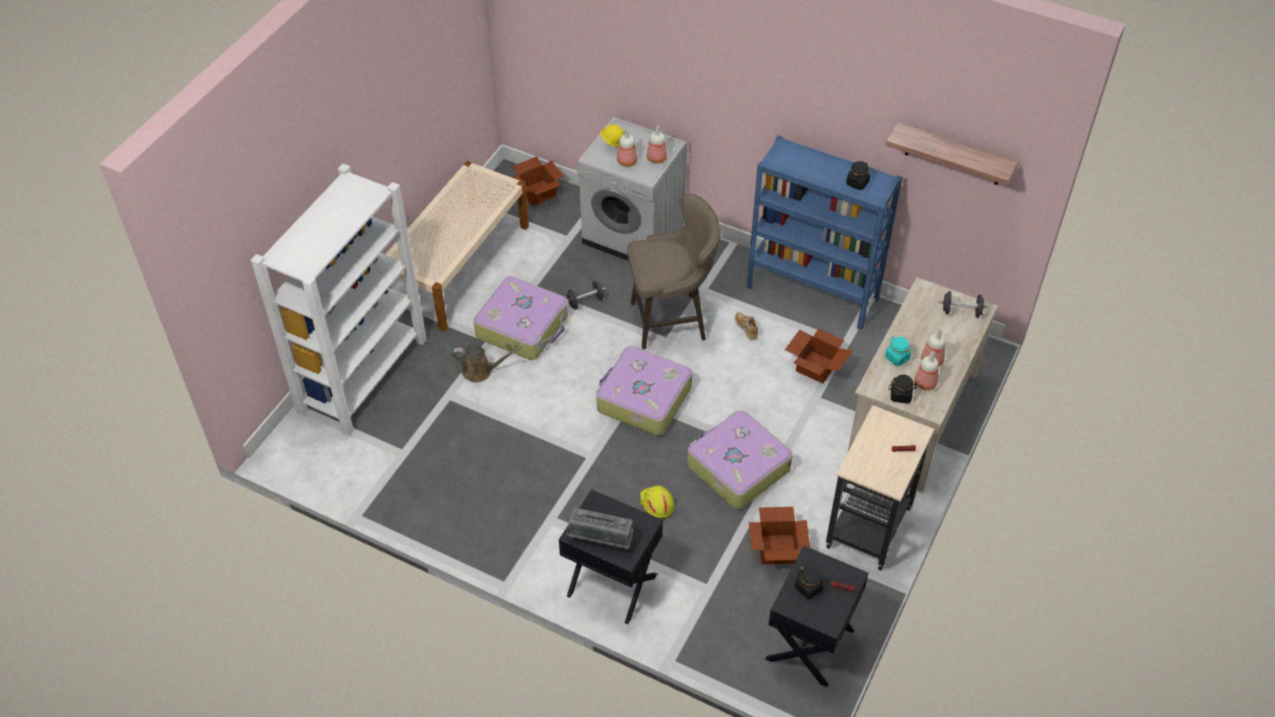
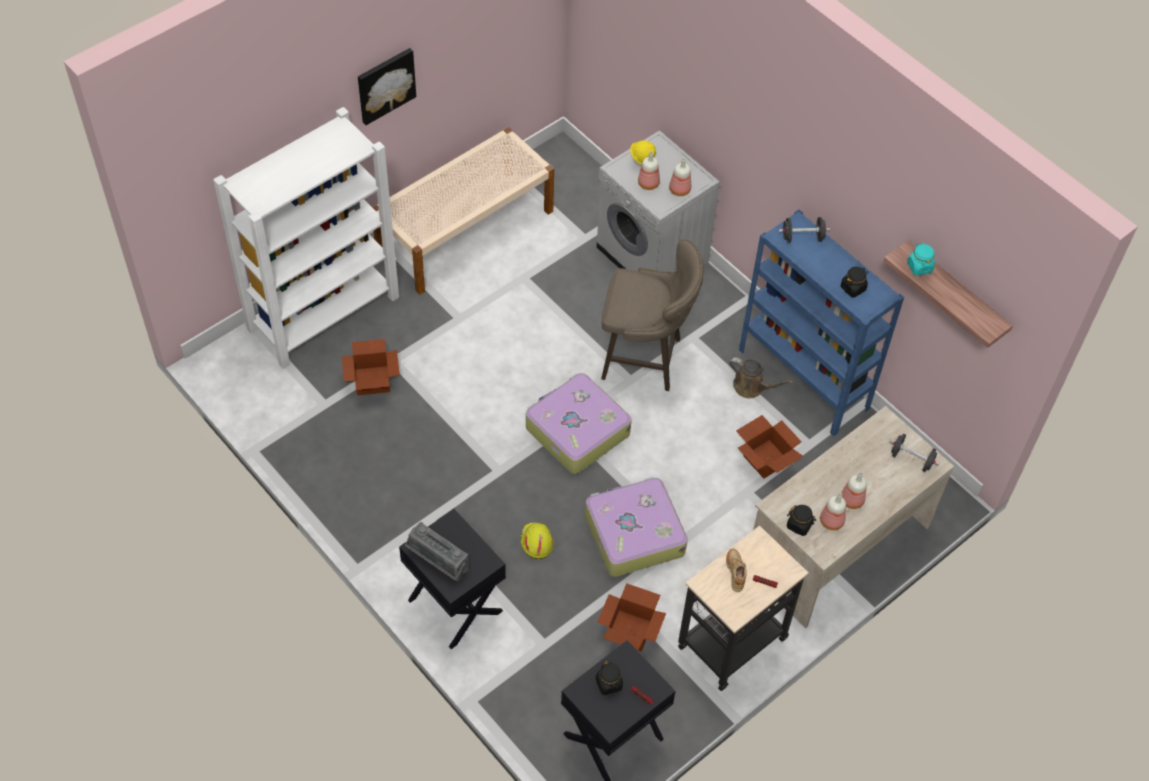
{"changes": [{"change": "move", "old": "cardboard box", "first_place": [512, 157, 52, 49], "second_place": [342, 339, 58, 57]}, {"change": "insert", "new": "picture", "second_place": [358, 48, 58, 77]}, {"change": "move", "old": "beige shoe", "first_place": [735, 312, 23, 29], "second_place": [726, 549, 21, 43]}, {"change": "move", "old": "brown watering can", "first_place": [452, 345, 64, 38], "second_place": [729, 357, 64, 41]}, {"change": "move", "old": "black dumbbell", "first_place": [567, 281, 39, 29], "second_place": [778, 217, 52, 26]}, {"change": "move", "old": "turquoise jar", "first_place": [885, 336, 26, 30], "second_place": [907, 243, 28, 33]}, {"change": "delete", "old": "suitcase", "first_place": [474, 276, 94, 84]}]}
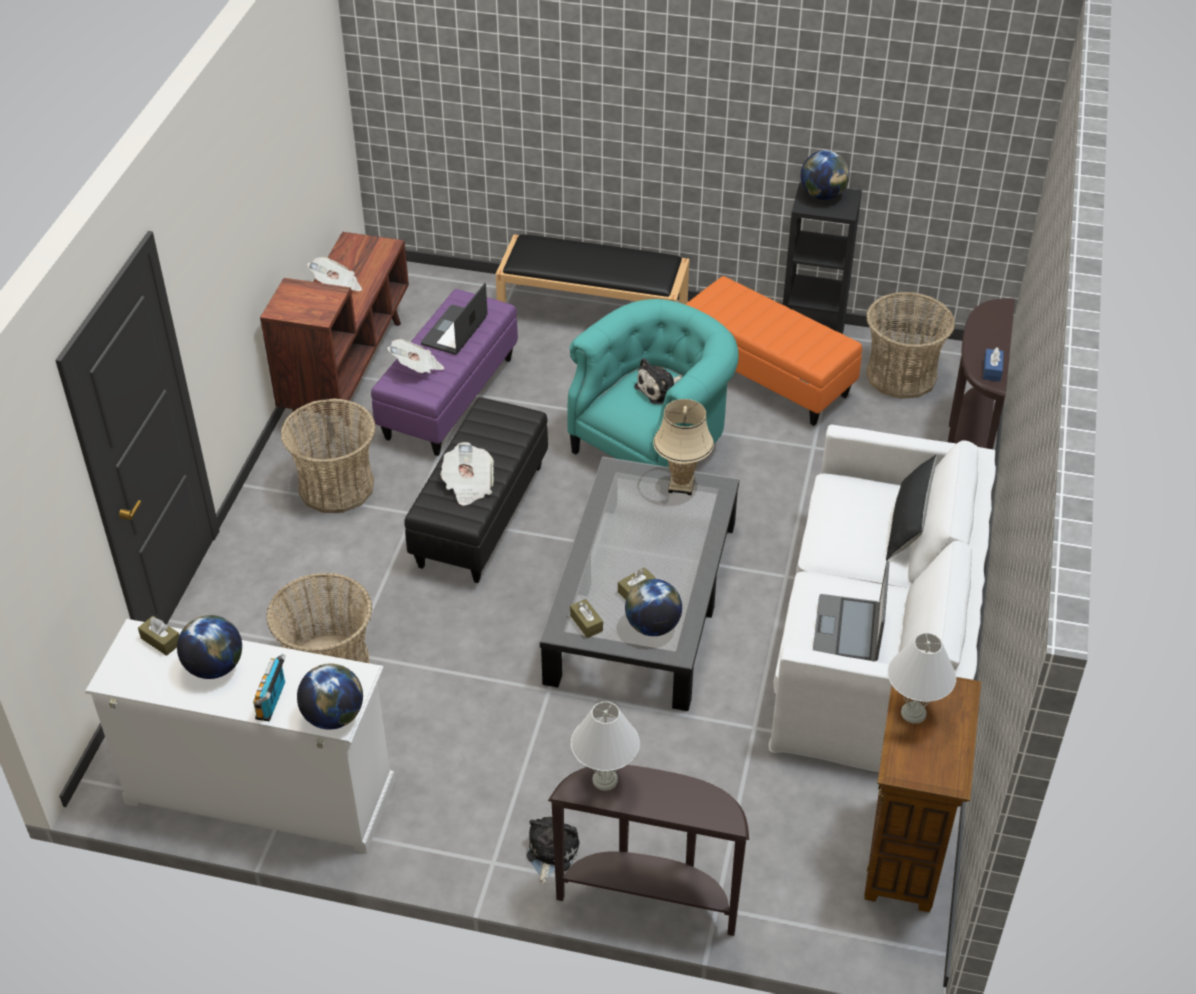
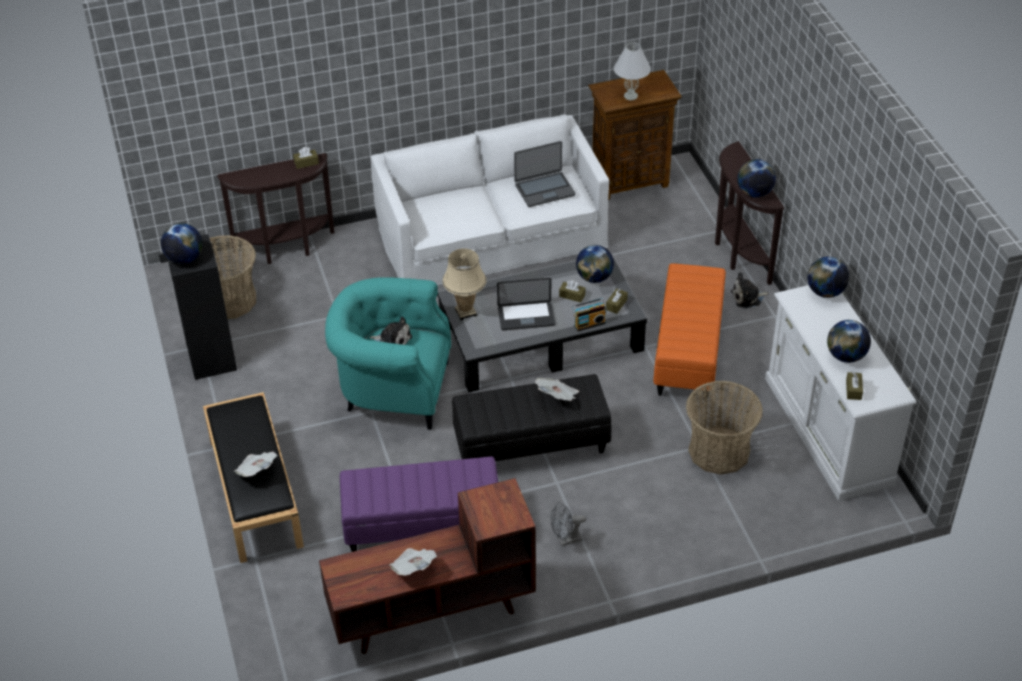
{"changes": [{"change": "move", "old": "newspaper", "first_place": [387, 339, 57, 34], "second_place": [234, 452, 43, 25]}, {"change": "recolor", "old": "blue tissue box", "new": "brown tissue box", "first_place": [983, 347, 21, 34], "second_place": [293, 147, 26, 22]}, {"change": "move", "old": "laptop", "first_place": [421, 283, 67, 72], "second_place": [497, 278, 58, 52]}, {"change": "replace", "old": "basket", "new": "grey fan", "first_place": [280, 399, 96, 114], "second_place": [551, 502, 35, 44]}, {"change": "move", "old": "radio", "first_place": [253, 654, 33, 67], "second_place": [572, 298, 35, 34]}, {"change": "move", "old": "orange ottoman", "first_place": [685, 276, 177, 150], "second_place": [653, 263, 73, 137]}, {"change": "replace", "old": "white table lamp", "new": "globe", "first_place": [571, 701, 69, 90], "second_place": [737, 159, 39, 39]}, {"change": "delete", "old": "black pillow", "first_place": [886, 455, 51, 106]}]}
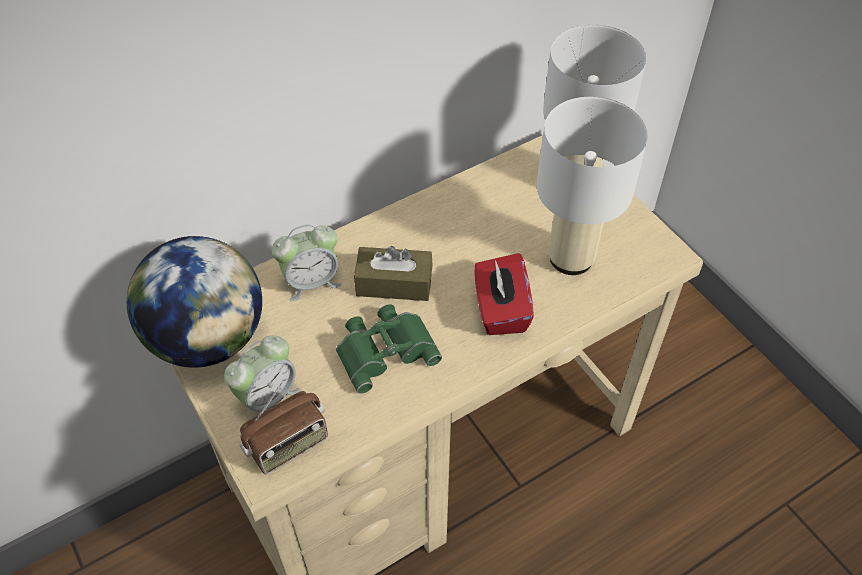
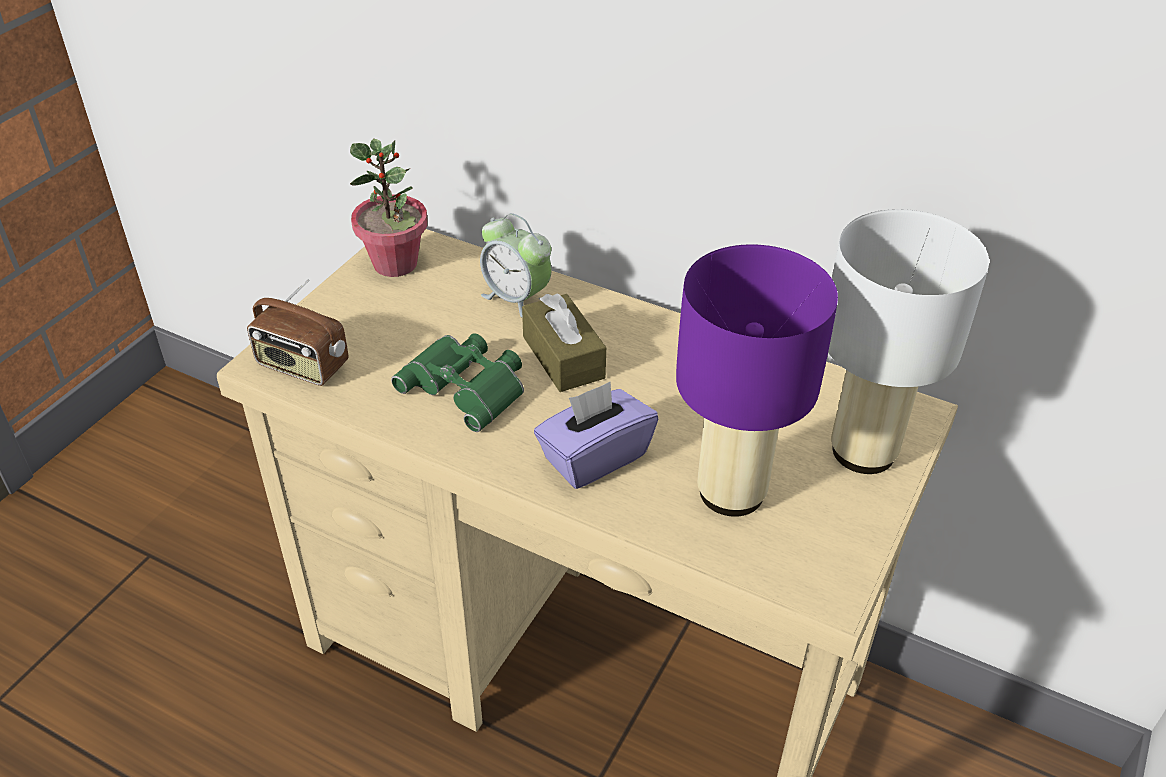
{"changes": [{"change": "replace", "old": "globe", "new": "potted plant", "first_place": [127, 236, 135, 132], "second_place": [350, 139, 78, 138]}, {"change": "recolor", "old": "red tissue box", "new": "purple tissue box", "first_place": [474, 253, 60, 82], "second_place": [534, 382, 124, 107]}, {"change": "recolor", "old": "white table lamp", "new": "purple table lamp", "first_place": [537, 97, 111, 178], "second_place": [676, 244, 162, 273]}, {"change": "delete", "old": "alarm clock", "first_place": [224, 335, 77, 78]}]}
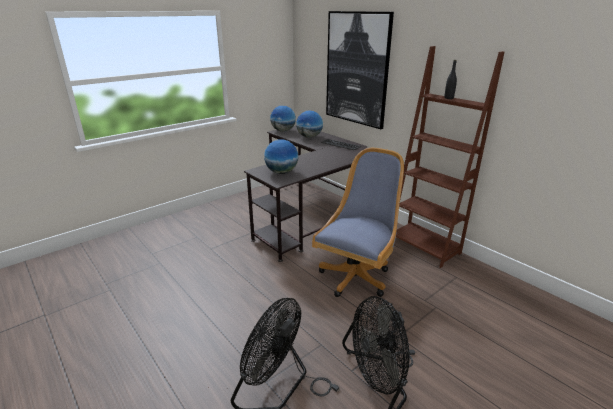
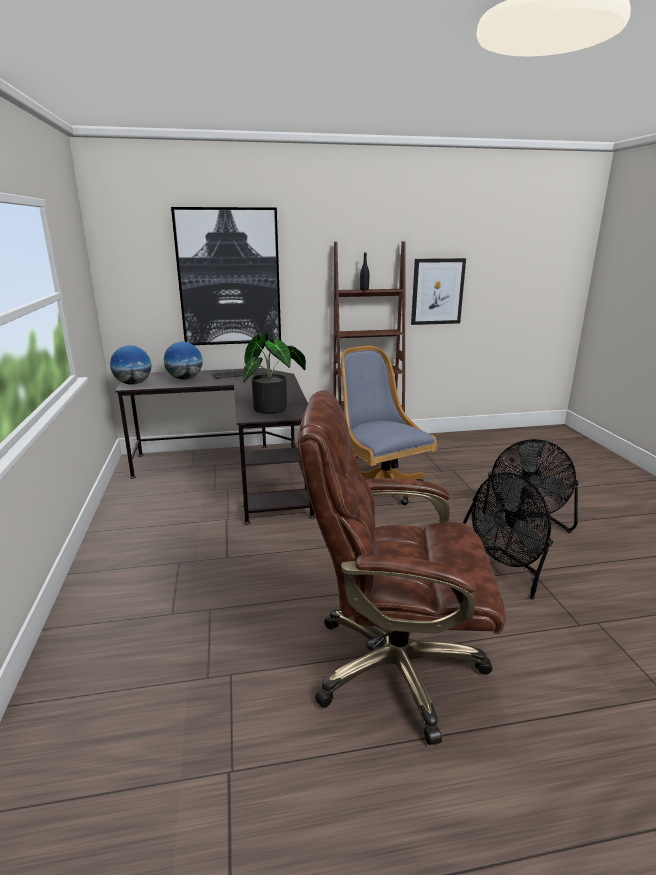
{"changes": [{"change": "replace", "old": "globe", "new": "potted plant", "first_place": [264, 139, 34, 35], "second_place": [243, 333, 63, 81]}, {"change": "insert", "new": "brown office chair", "second_place": [298, 390, 208, 355]}, {"change": "insert", "new": "picture", "second_place": [411, 258, 55, 67]}]}
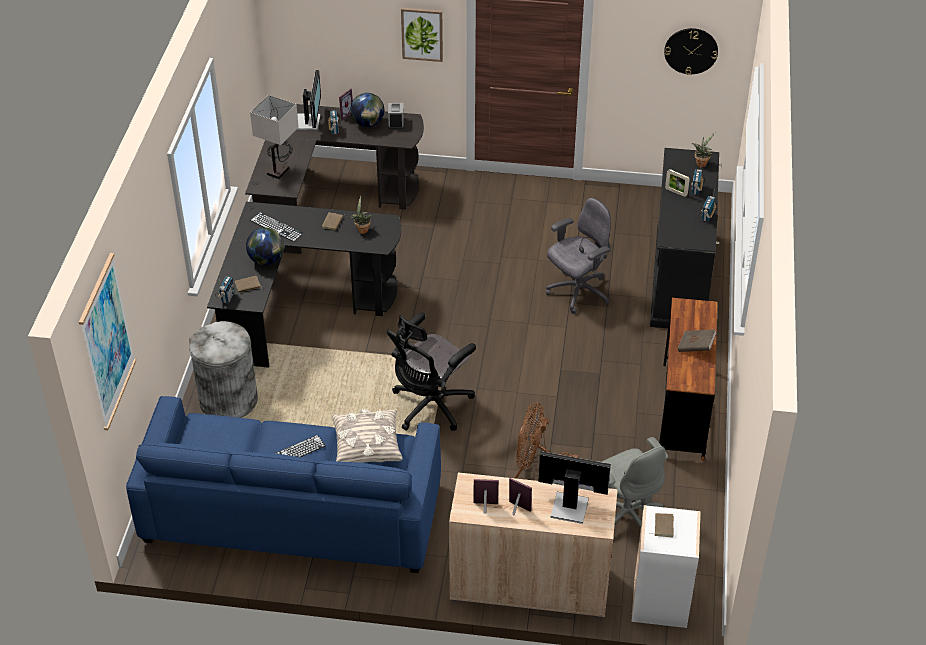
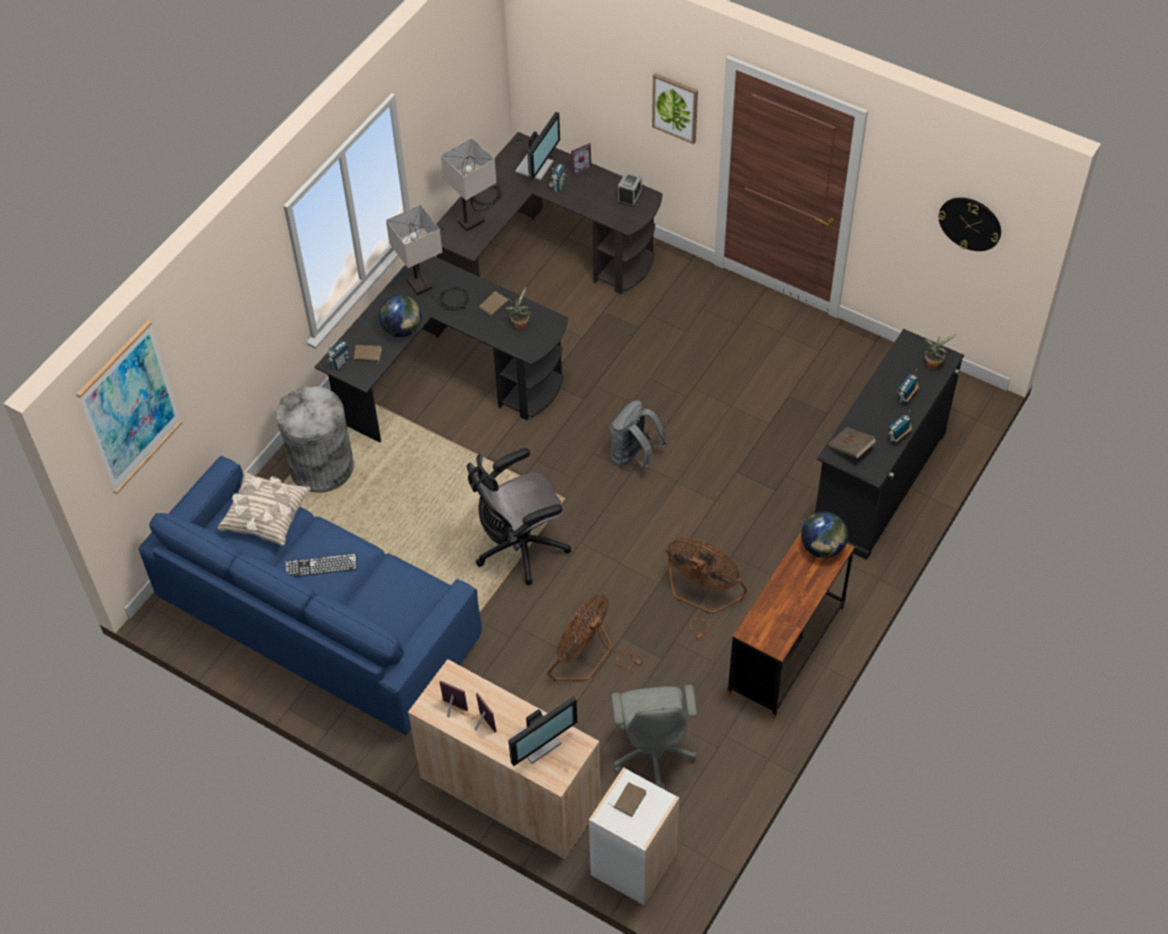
{"changes": [{"change": "move", "old": "beige pillow", "first_place": [331, 408, 72, 55], "second_place": [217, 472, 93, 74]}, {"change": "replace", "old": "keyboard", "new": "table lamp", "first_place": [250, 212, 54, 30], "second_place": [386, 205, 83, 106]}, {"change": "rotate", "old": "monitor", "first_place": [538, 451, 73, 73], "second_place": [508, 696, 69, 70], "degrees": 105}, {"change": "insert", "new": "grey backpack", "second_place": [610, 400, 57, 69]}, {"change": "insert", "new": "brown fan", "second_place": [665, 538, 82, 102]}, {"change": "move", "old": "globe", "first_place": [350, 93, 34, 34], "second_place": [801, 511, 47, 47]}, {"change": "move", "old": "brown book", "first_place": [678, 329, 39, 23], "second_place": [828, 427, 48, 32]}, {"change": "delete", "old": "grey office chair", "first_place": [546, 198, 65, 116]}, {"change": "delete", "old": "picture frame", "first_place": [665, 169, 25, 28]}]}
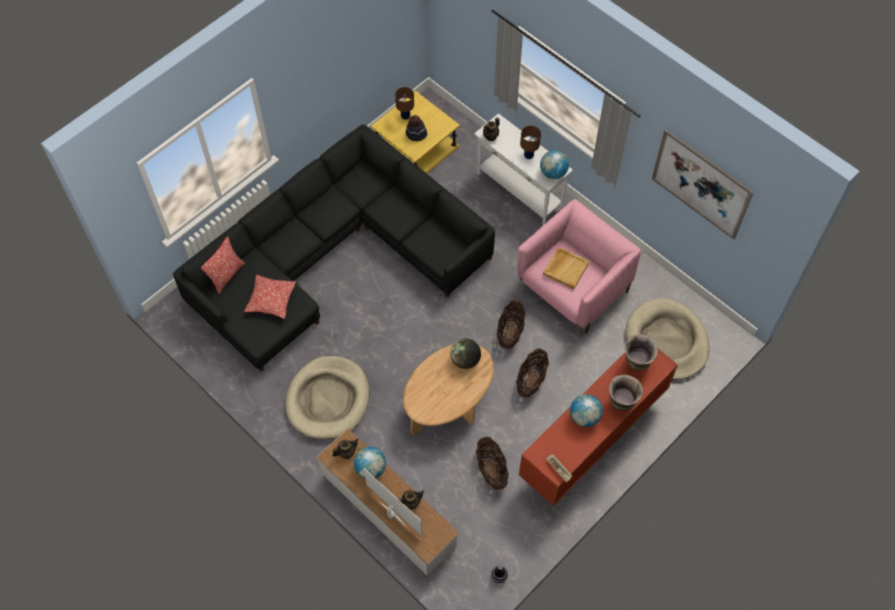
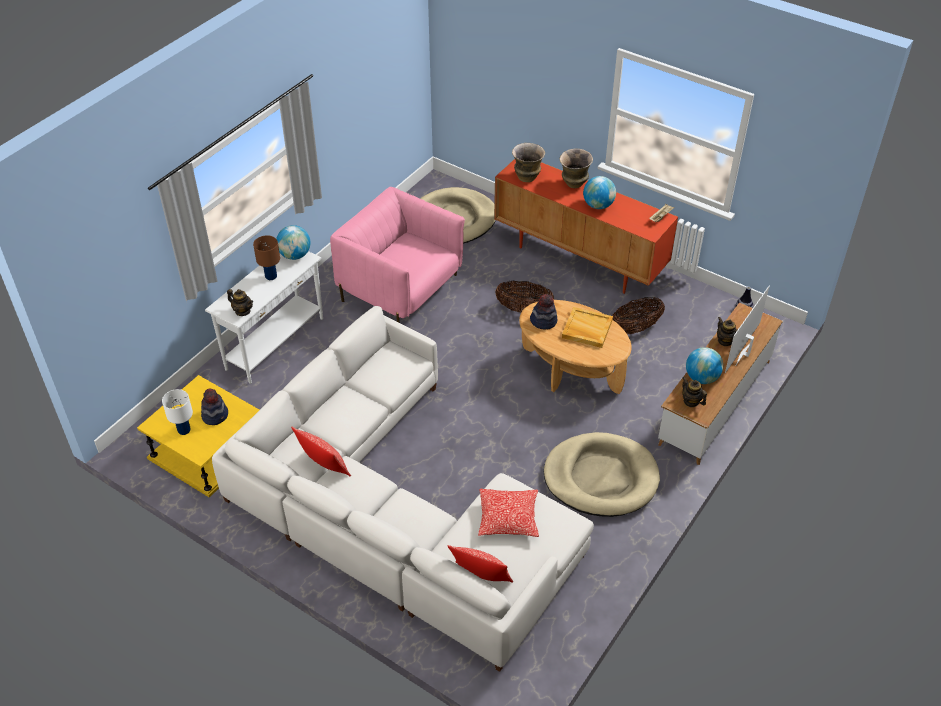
{"changes": [{"change": "recolor", "old": "brown table lamp", "new": "white table lamp", "first_place": [395, 87, 19, 33], "second_place": [162, 389, 31, 46]}, {"change": "recolor", "old": "black sofa", "new": "white sofa", "first_place": [173, 124, 322, 248], "second_place": [212, 306, 382, 366]}, {"change": "insert", "new": "pillow", "second_place": [291, 426, 60, 50]}, {"change": "replace", "old": "globe", "new": "hat", "first_place": [450, 339, 31, 30], "second_place": [530, 294, 28, 36]}, {"change": "move", "old": "beige tray", "first_place": [543, 247, 47, 42], "second_place": [562, 307, 51, 41]}, {"change": "delete", "old": "basket", "first_place": [497, 300, 29, 49]}, {"change": "delete", "old": "picture", "first_place": [652, 129, 101, 110]}]}
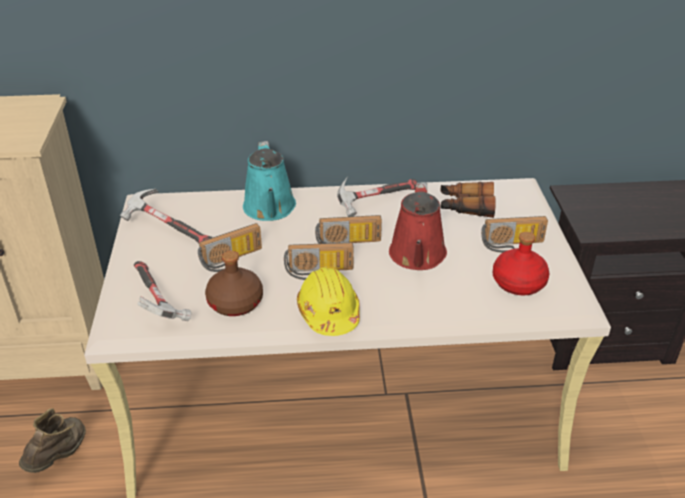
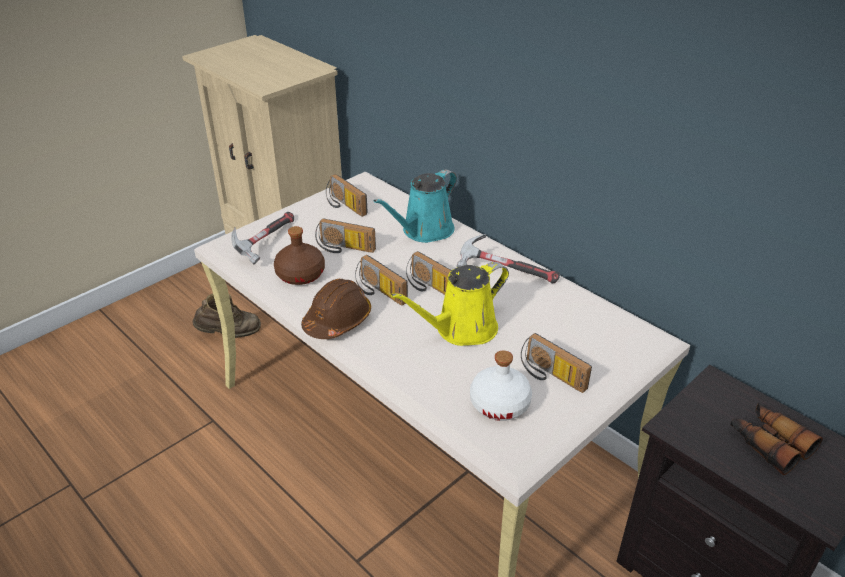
{"changes": [{"change": "recolor", "old": "yellow hard hat", "new": "brown hard hat", "first_place": [297, 267, 63, 69], "second_place": [301, 279, 70, 60]}, {"change": "replace", "old": "hammer", "new": "radio", "first_place": [120, 189, 93, 54], "second_place": [326, 174, 42, 43]}, {"change": "recolor", "old": "red watering can", "new": "yellow watering can", "first_place": [389, 183, 58, 87], "second_place": [391, 262, 118, 84]}, {"change": "recolor", "old": "red bottle", "new": "white bottle", "first_place": [493, 232, 57, 63], "second_place": [470, 351, 62, 70]}, {"change": "move", "old": "binoculars", "first_place": [440, 182, 56, 36], "second_place": [730, 403, 93, 72]}]}
